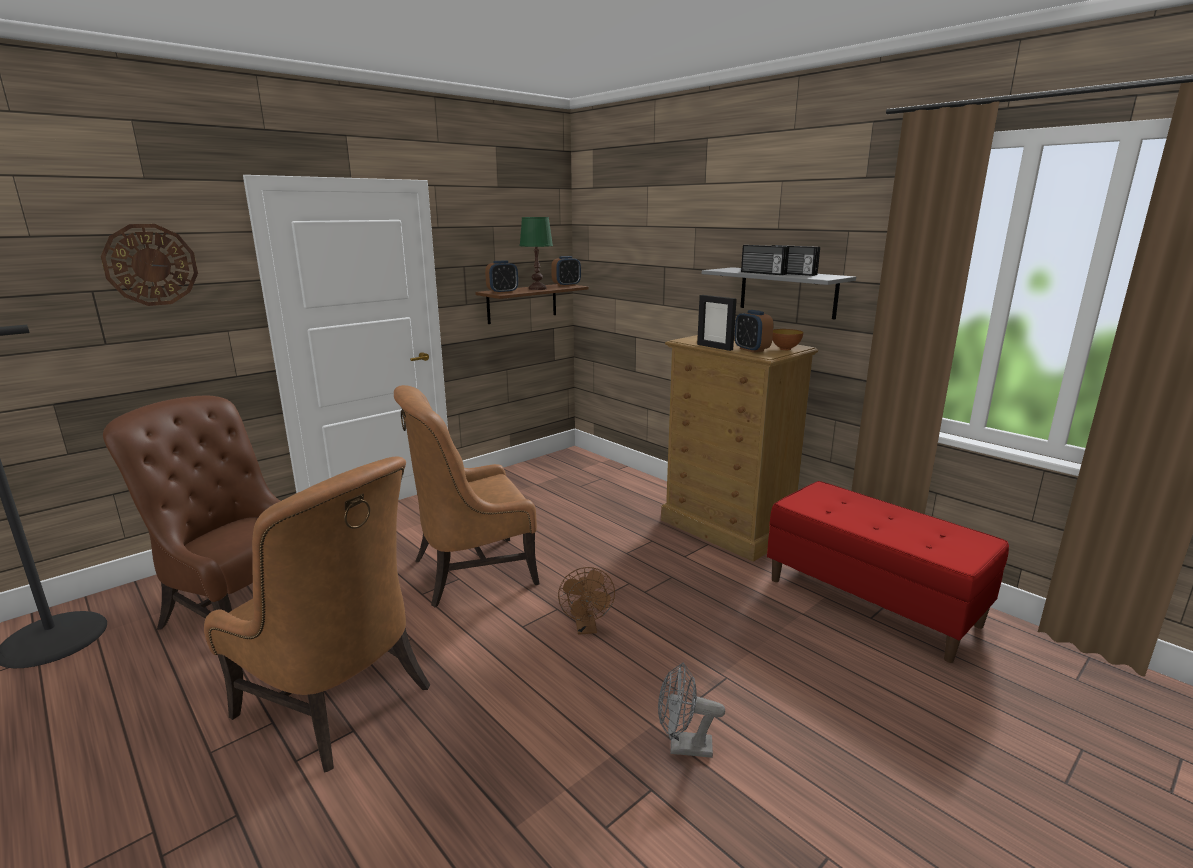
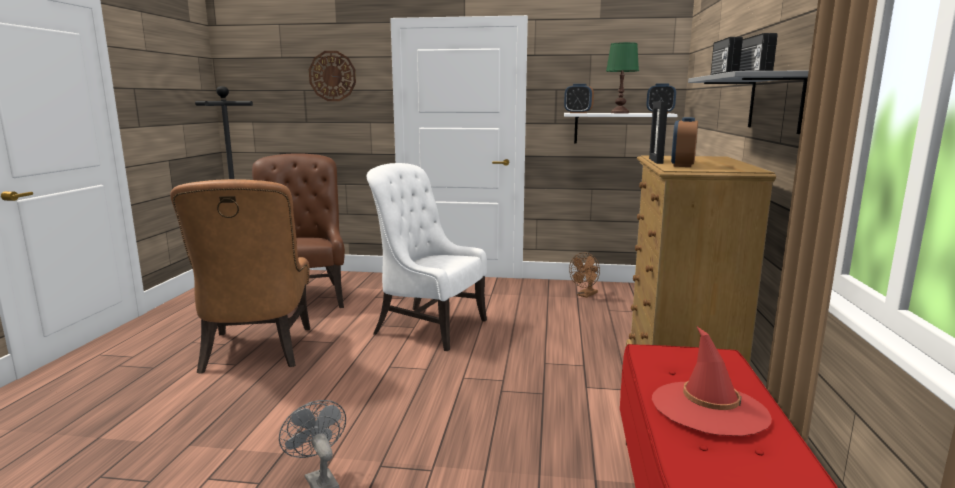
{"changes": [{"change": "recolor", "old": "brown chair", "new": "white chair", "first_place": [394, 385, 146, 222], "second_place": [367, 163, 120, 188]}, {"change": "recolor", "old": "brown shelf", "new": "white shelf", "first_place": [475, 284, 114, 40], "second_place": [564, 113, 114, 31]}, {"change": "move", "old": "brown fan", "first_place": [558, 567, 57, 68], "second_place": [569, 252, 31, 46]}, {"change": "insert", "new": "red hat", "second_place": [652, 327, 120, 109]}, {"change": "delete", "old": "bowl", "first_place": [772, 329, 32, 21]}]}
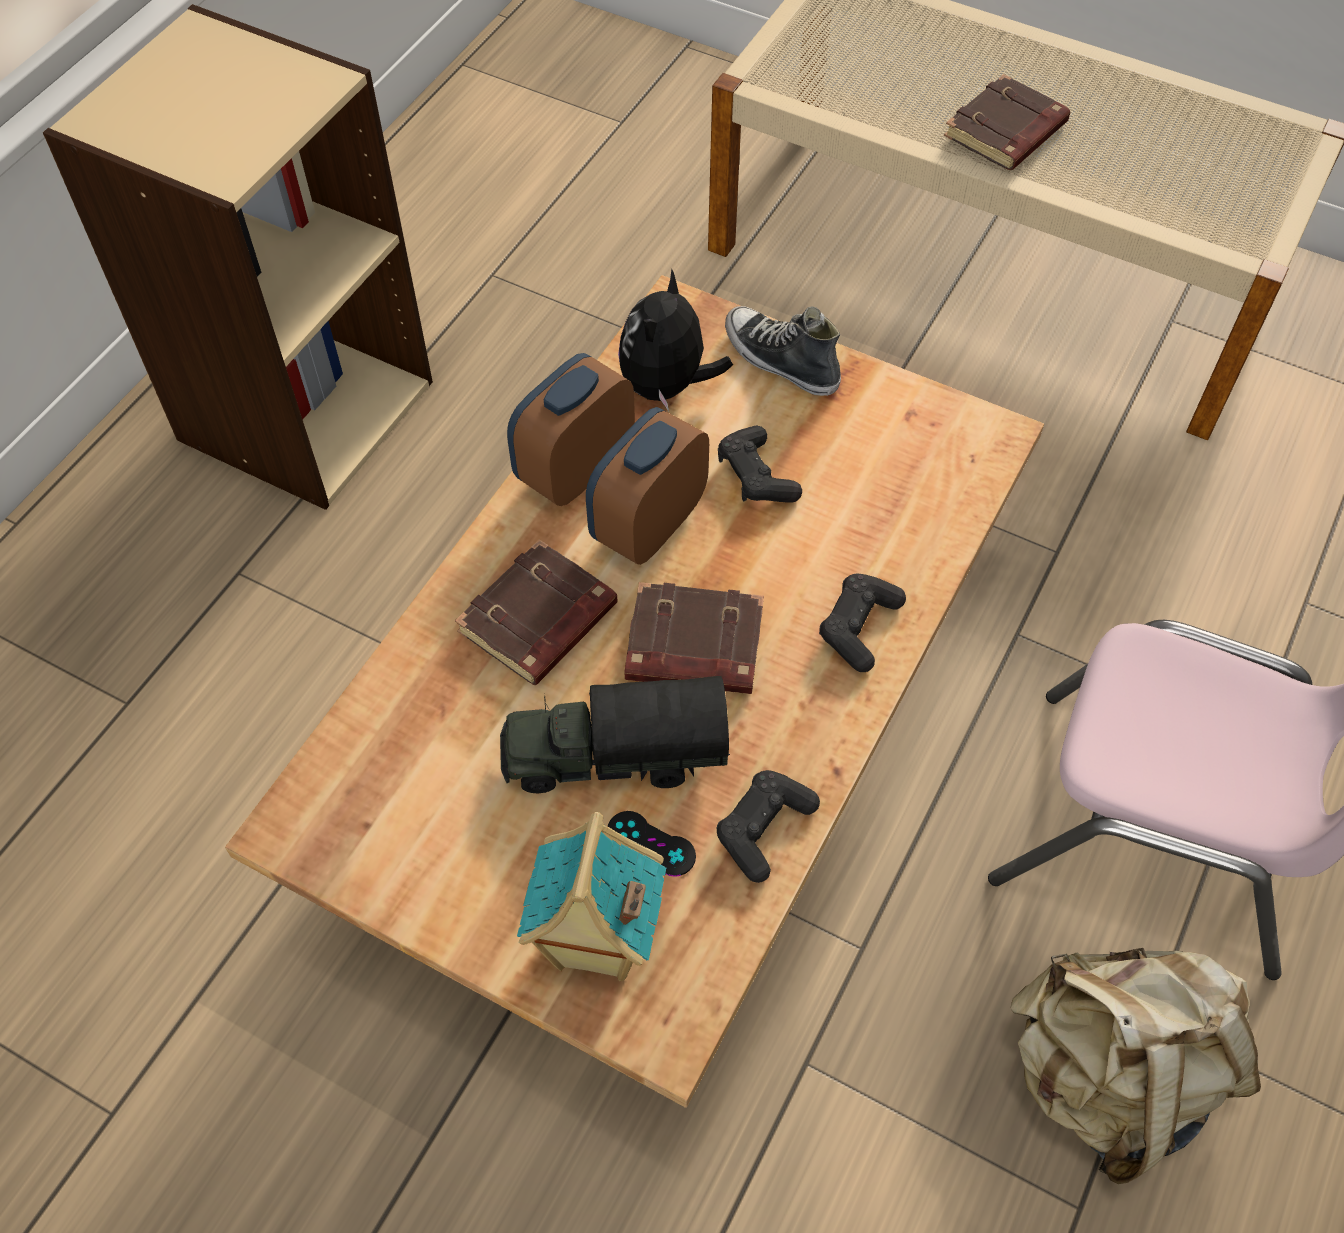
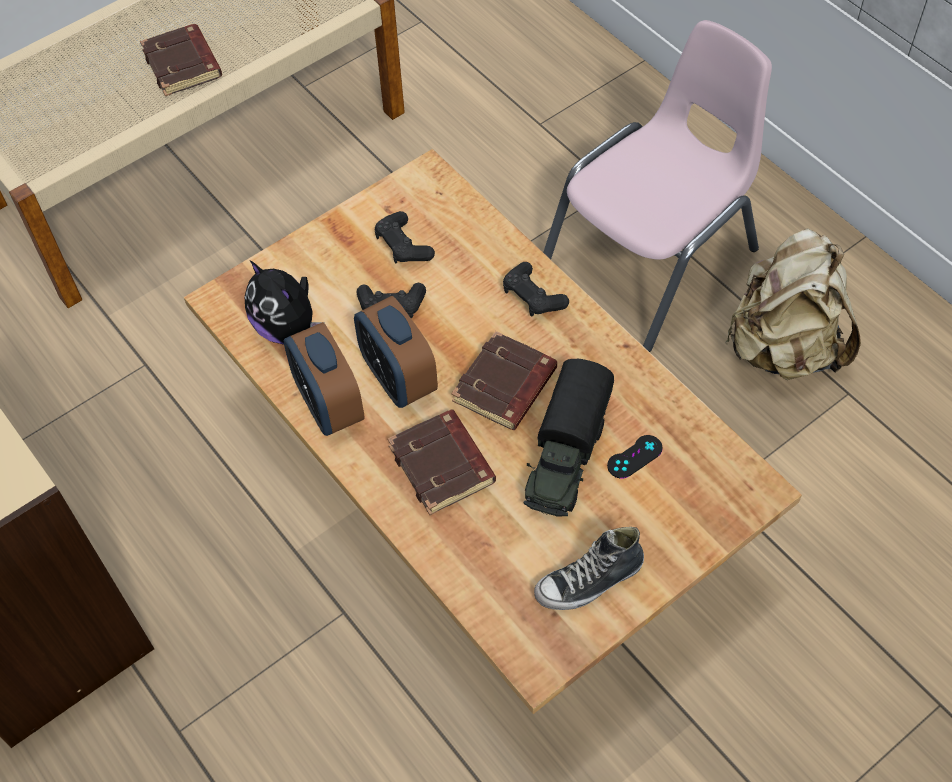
{"changes": [{"change": "move", "old": "black game controller", "first_place": [716, 770, 104, 113], "second_place": [374, 211, 61, 53]}, {"change": "move", "old": "shoe", "first_place": [725, 306, 116, 90], "second_place": [534, 527, 110, 83]}, {"change": "delete", "old": "toy house", "first_place": [517, 812, 149, 169]}]}
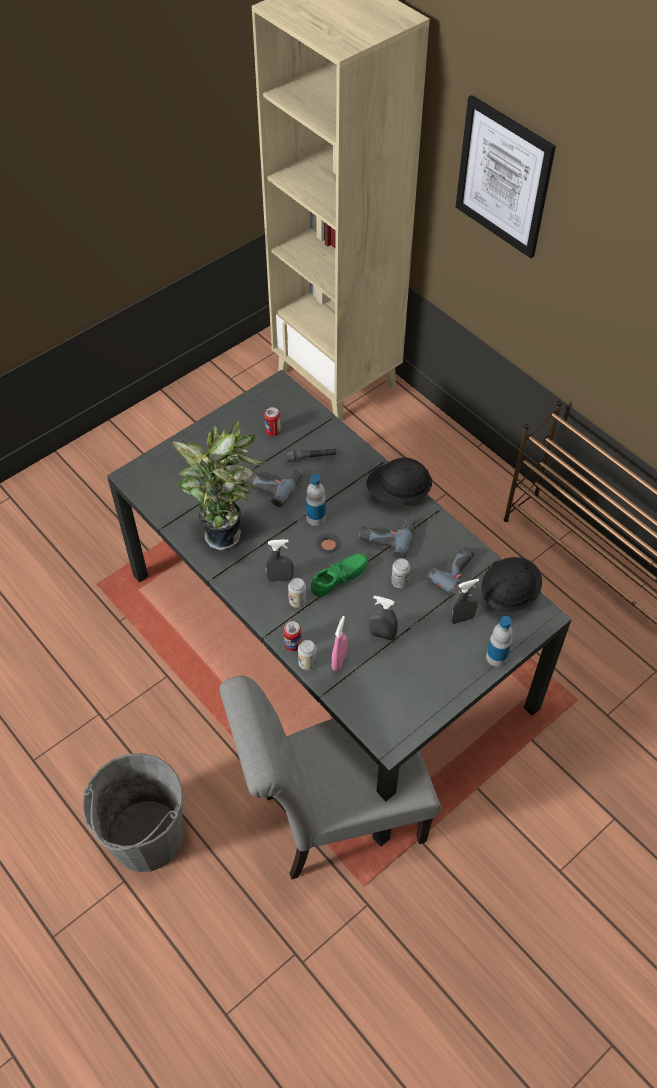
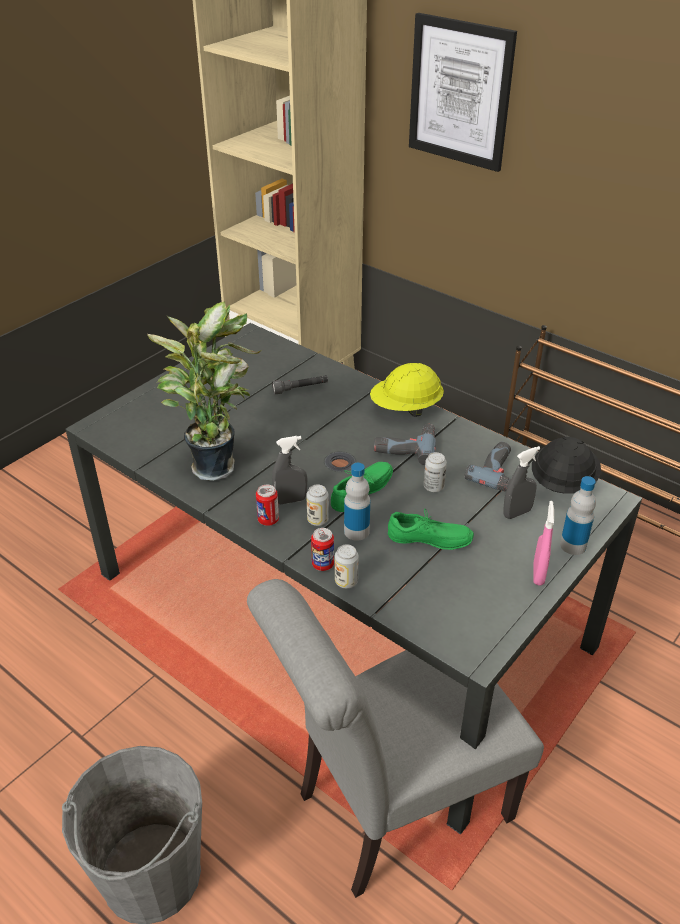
{"changes": [{"change": "move", "old": "can", "first_place": [264, 407, 17, 29], "second_place": [256, 485, 23, 41]}, {"change": "move", "old": "bottle", "first_place": [306, 474, 20, 52], "second_place": [344, 463, 26, 78]}, {"change": "recolor", "old": "black hard hat", "new": "yellow hard hat", "first_place": [366, 458, 66, 48], "second_place": [370, 363, 74, 54]}, {"change": "replace", "old": "grey spray bottle", "new": "green shoe", "first_place": [368, 596, 30, 45], "second_place": [388, 509, 86, 41]}, {"change": "move", "old": "pink spray bottle", "first_place": [332, 616, 16, 55], "second_place": [533, 501, 21, 85]}, {"change": "delete", "old": "power drill", "first_place": [245, 469, 57, 38]}]}
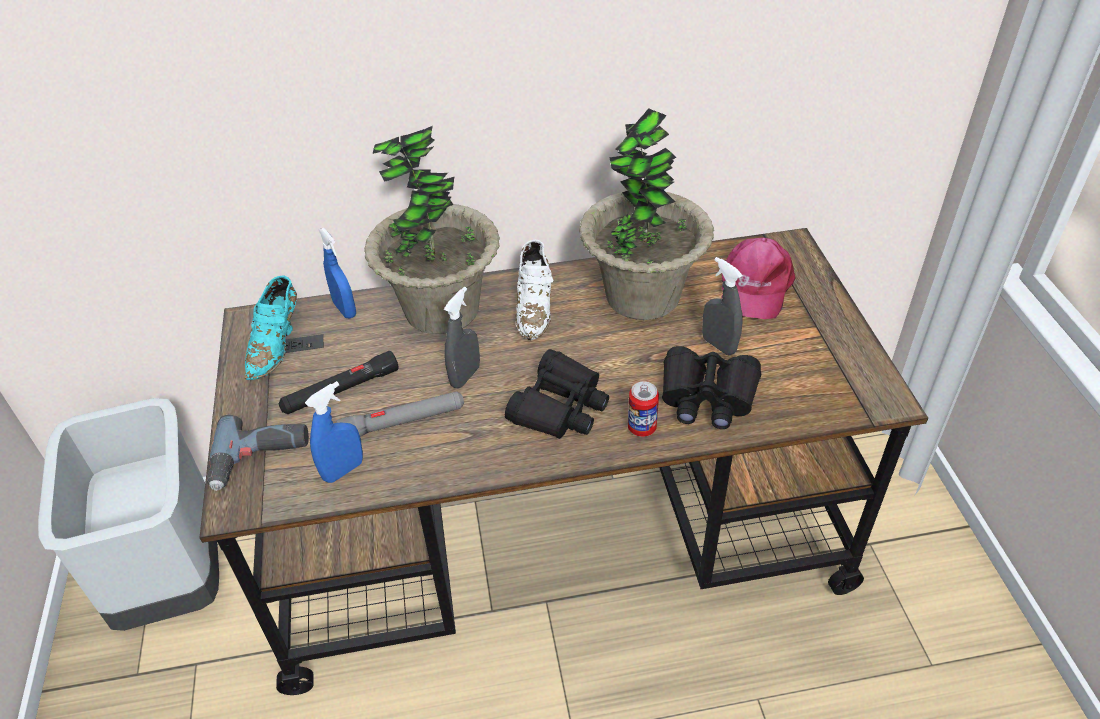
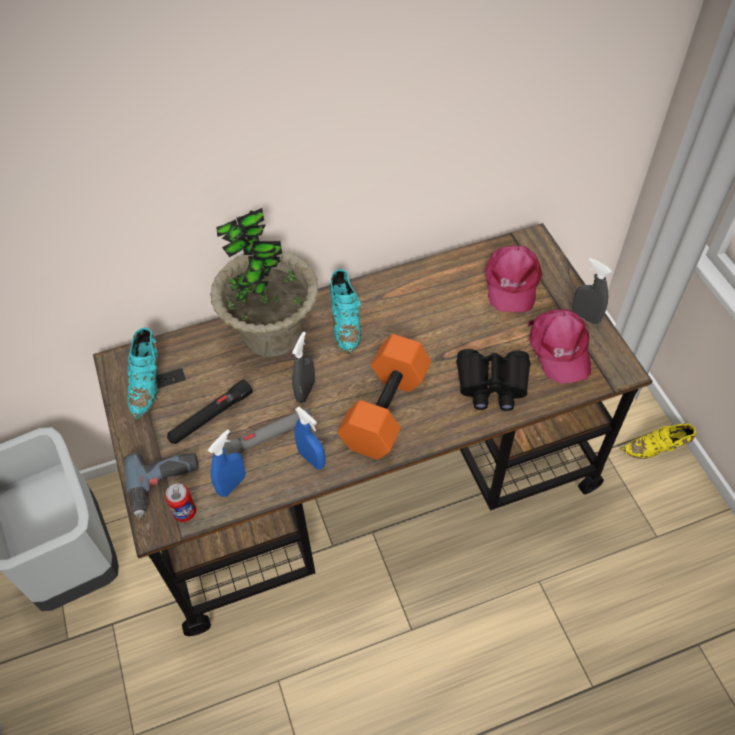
{"changes": [{"change": "move", "old": "can", "first_place": [628, 381, 31, 56], "second_place": [165, 483, 31, 39]}, {"change": "move", "old": "blue spray bottle", "first_place": [319, 228, 37, 90], "second_place": [295, 407, 31, 62]}, {"change": "recolor", "old": "white shoe", "new": "turquoise shoe", "first_place": [515, 239, 39, 101], "second_place": [330, 269, 31, 85]}, {"change": "replace", "old": "black binoculars", "new": "orange dumbbell", "first_place": [505, 349, 104, 90], "second_place": [337, 334, 94, 126]}, {"change": "insert", "new": "pink cap", "second_place": [528, 309, 63, 75]}, {"change": "move", "old": "grey spray bottle", "first_place": [702, 257, 41, 98], "second_place": [572, 258, 40, 66]}, {"change": "insert", "new": "yellow shoe", "second_place": [620, 423, 76, 36]}, {"change": "delete", "old": "potted plant", "first_place": [579, 108, 135, 212]}]}
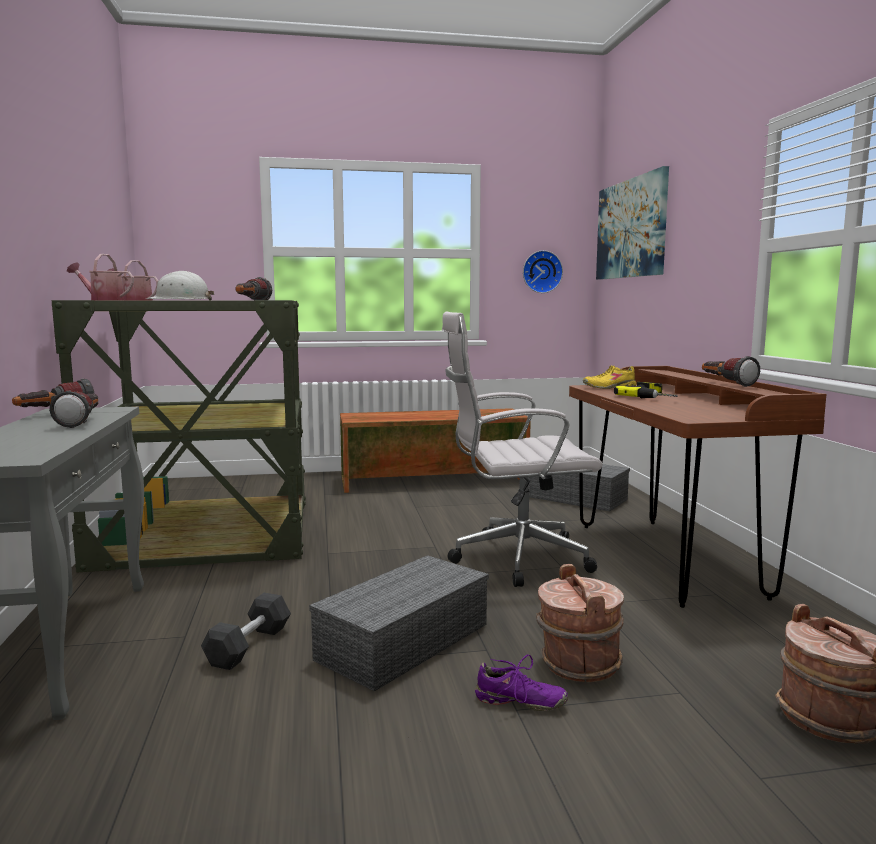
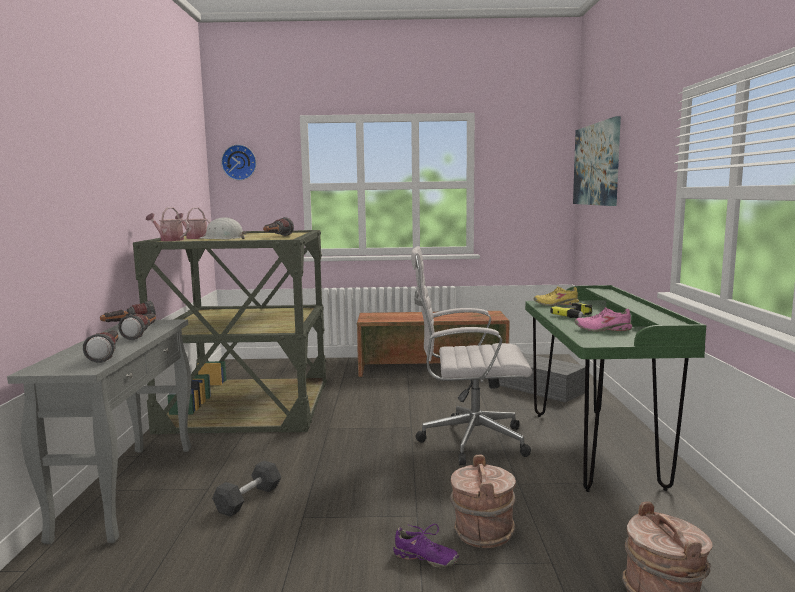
{"changes": [{"change": "move", "old": "flashlight", "first_place": [702, 356, 58, 31], "second_place": [83, 331, 36, 32]}, {"change": "move", "old": "wall clock", "first_place": [523, 250, 40, 43], "second_place": [221, 145, 35, 35]}, {"change": "recolor", "old": "brown desk", "new": "green desk", "first_place": [569, 366, 258, 242], "second_place": [525, 285, 181, 207]}, {"change": "insert", "new": "pink shoe", "second_place": [575, 308, 57, 24]}, {"change": "delete", "old": "grey storage box", "first_place": [309, 555, 180, 136]}]}
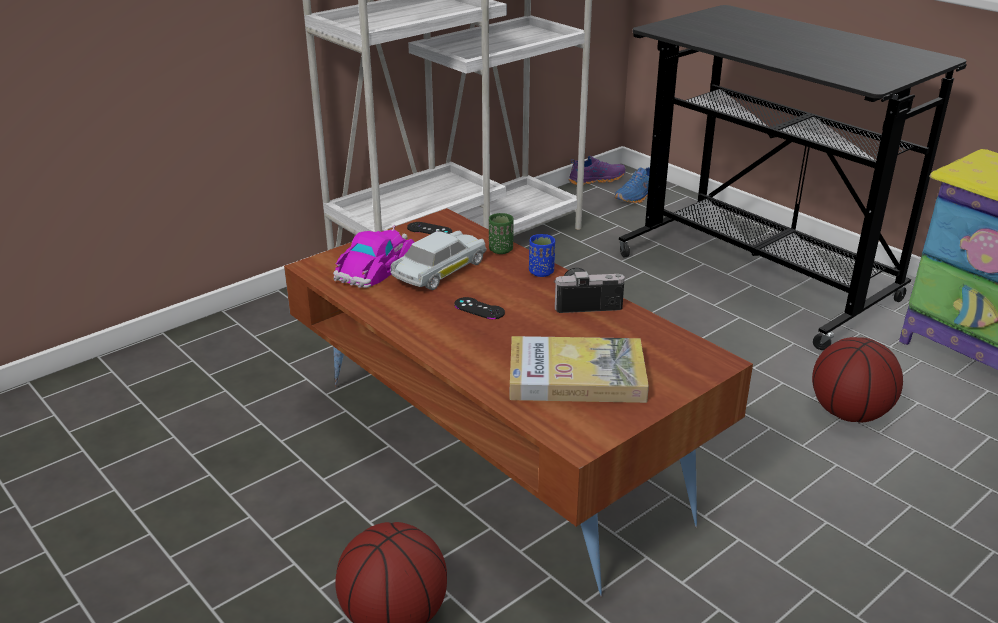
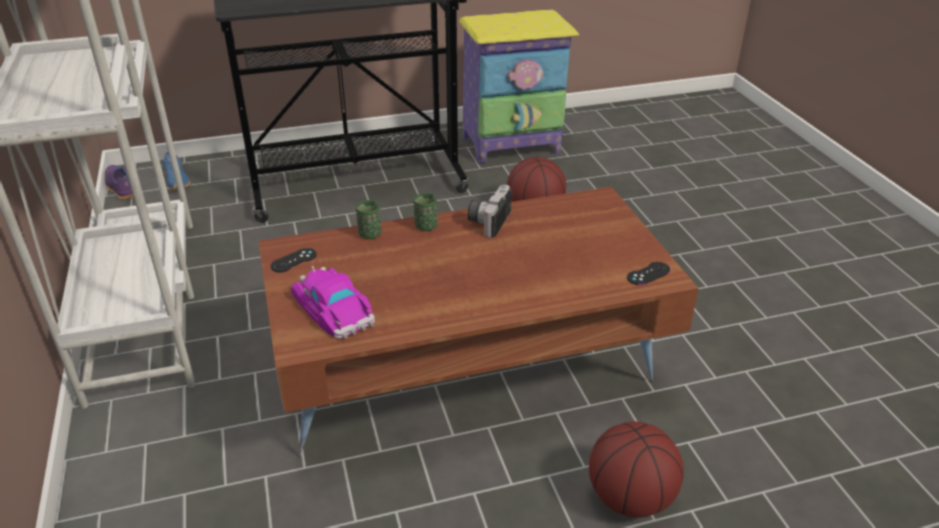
{"changes": [{"change": "rotate", "old": "purple shoe", "first_place": [569, 156, 57, 29], "second_place": [105, 165, 28, 35], "degrees": -45}, {"change": "recolor", "old": "blue cup", "new": "green cup", "first_place": [529, 234, 26, 43], "second_place": [414, 193, 23, 38]}, {"change": "move", "old": "black game controller", "first_place": [454, 297, 51, 22], "second_place": [627, 262, 43, 23]}, {"change": "delete", "old": "white toy car", "first_place": [391, 231, 96, 59]}, {"change": "delete", "old": "book", "first_place": [510, 336, 139, 67]}]}
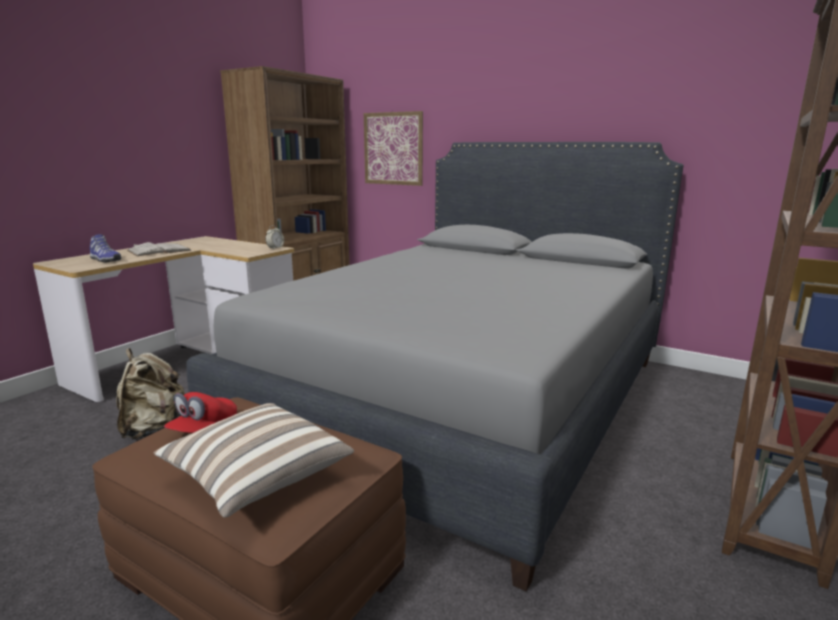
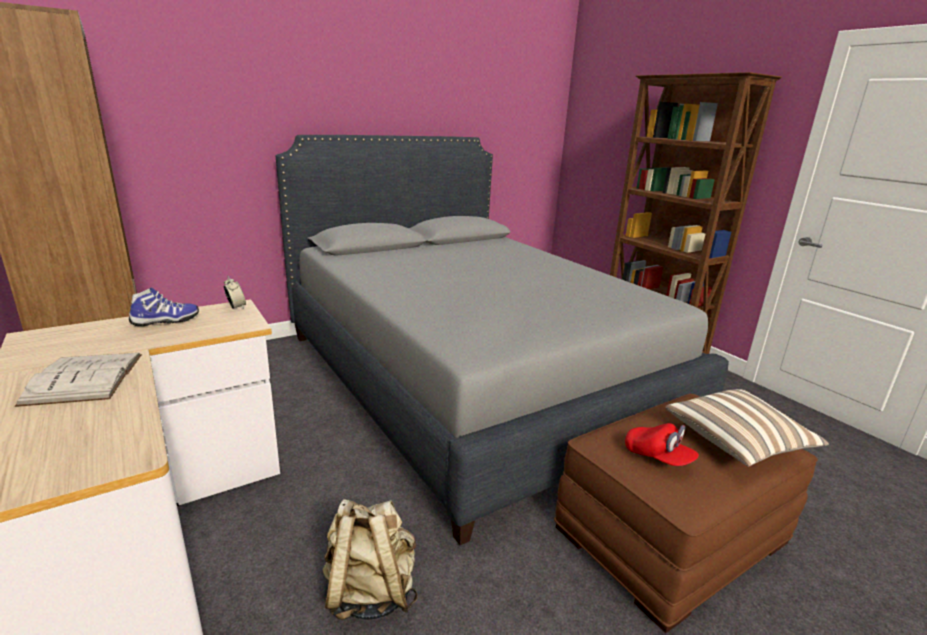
{"changes": [{"change": "move", "old": "shoe", "first_place": [90, 234, 32, 29], "second_place": [129, 288, 70, 38]}, {"change": "delete", "old": "picture", "first_place": [364, 110, 59, 76]}]}
